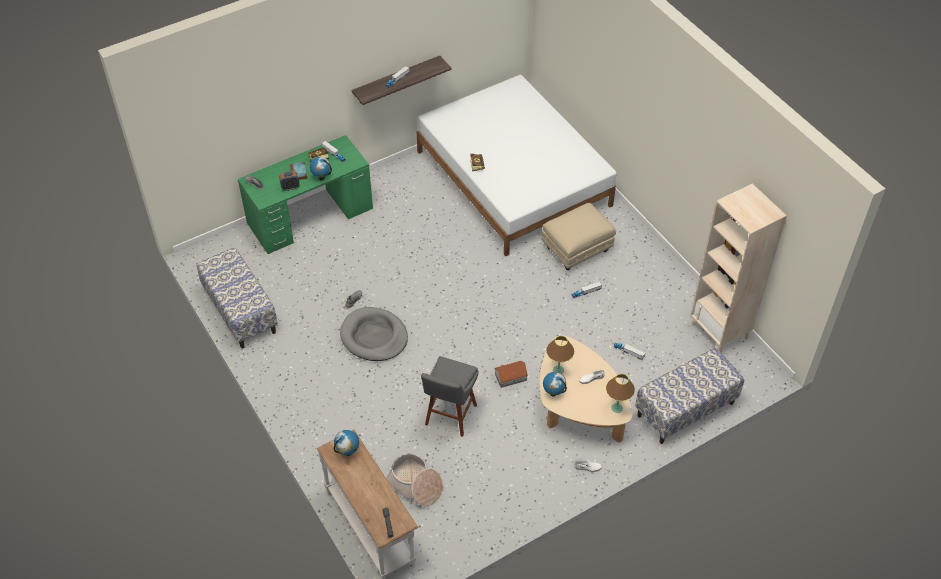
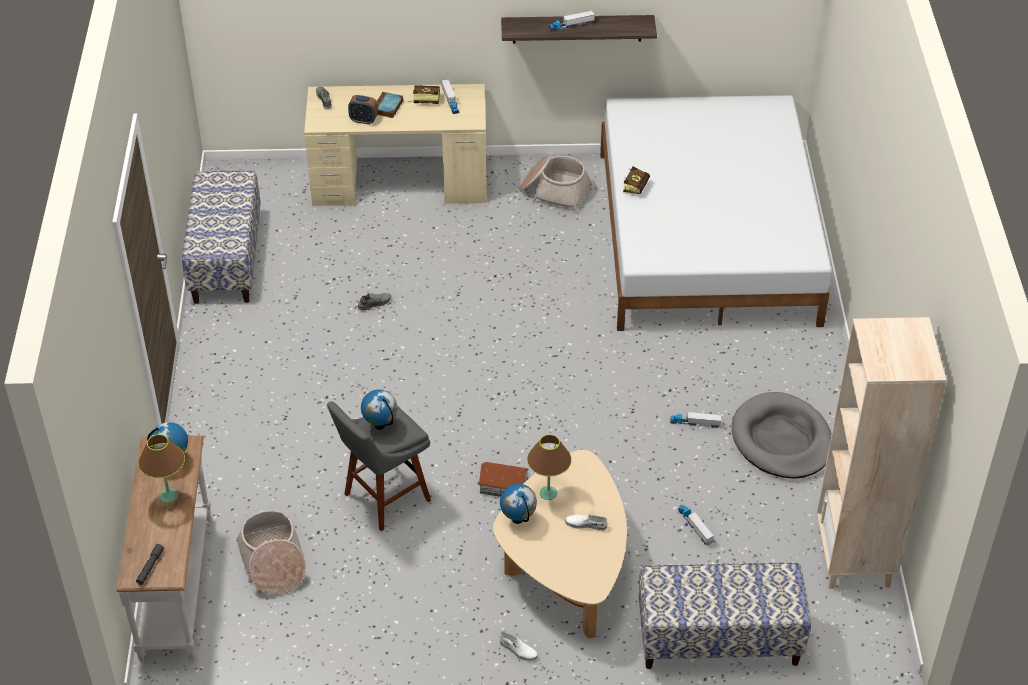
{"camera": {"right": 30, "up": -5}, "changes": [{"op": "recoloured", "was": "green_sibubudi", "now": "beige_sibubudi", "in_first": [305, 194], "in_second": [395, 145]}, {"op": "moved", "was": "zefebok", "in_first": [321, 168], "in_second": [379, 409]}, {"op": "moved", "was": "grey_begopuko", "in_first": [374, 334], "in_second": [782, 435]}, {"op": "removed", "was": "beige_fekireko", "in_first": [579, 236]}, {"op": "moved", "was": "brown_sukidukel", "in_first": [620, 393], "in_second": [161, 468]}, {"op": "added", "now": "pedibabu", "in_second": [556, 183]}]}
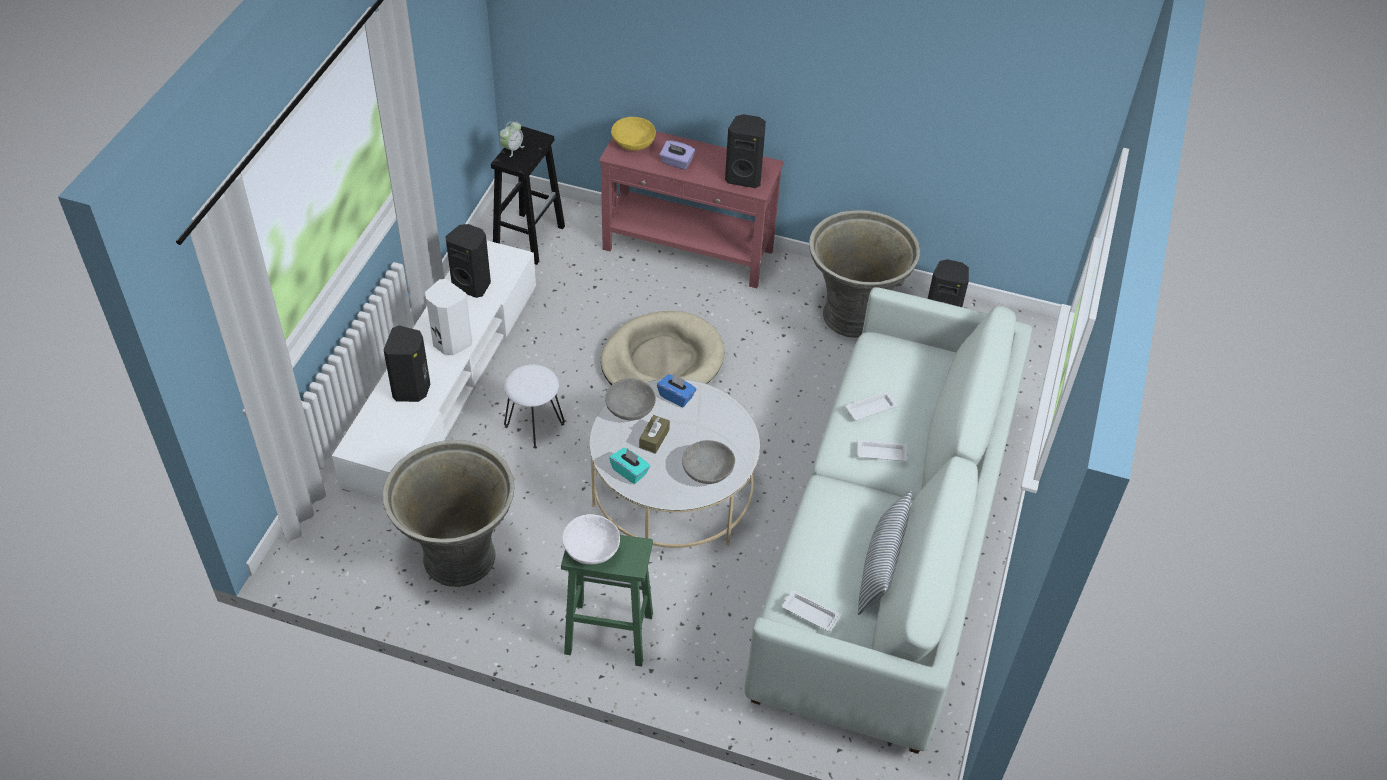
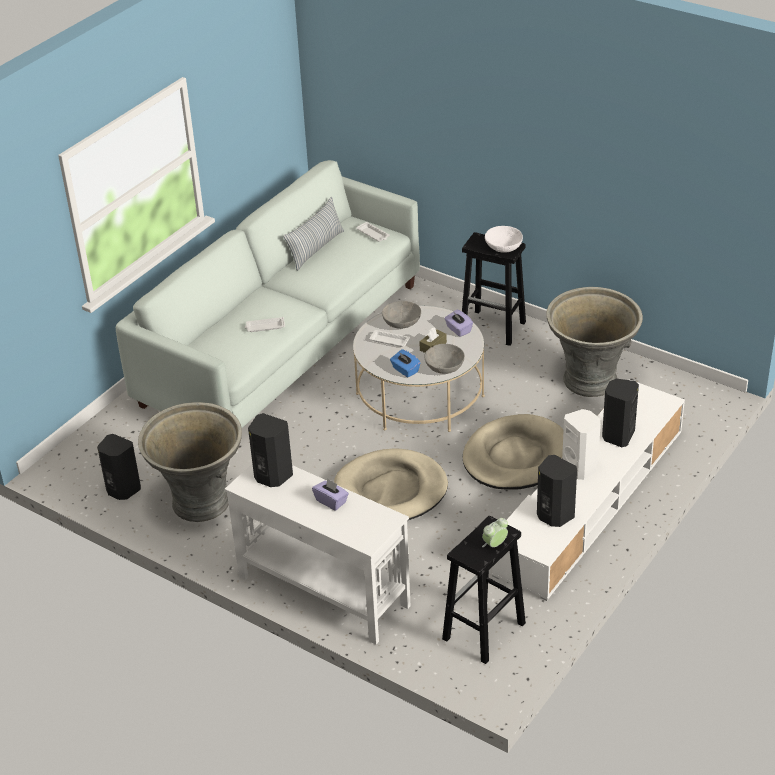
{"camera": {"right": -160, "up": -10}, "changes": [{"op": "replaced", "was": "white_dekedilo", "now": "beige_begopuko", "in_first": [534, 406], "in_second": [513, 452]}, {"op": "recoloured", "was": "green_dekedilo", "now": "black_dekedilo", "in_first": [607, 601], "in_second": [494, 289]}, {"op": "recoloured", "was": "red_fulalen", "now": "white_fulalen", "in_first": [691, 209], "in_second": [318, 554]}, {"op": "recoloured", "was": "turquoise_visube", "now": "purple_visube", "in_first": [629, 466], "in_second": [458, 323]}, {"op": "removed", "was": "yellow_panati", "in_first": [633, 134]}, {"op": "moved", "was": "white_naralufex", "in_first": [883, 450], "in_second": [389, 338]}]}
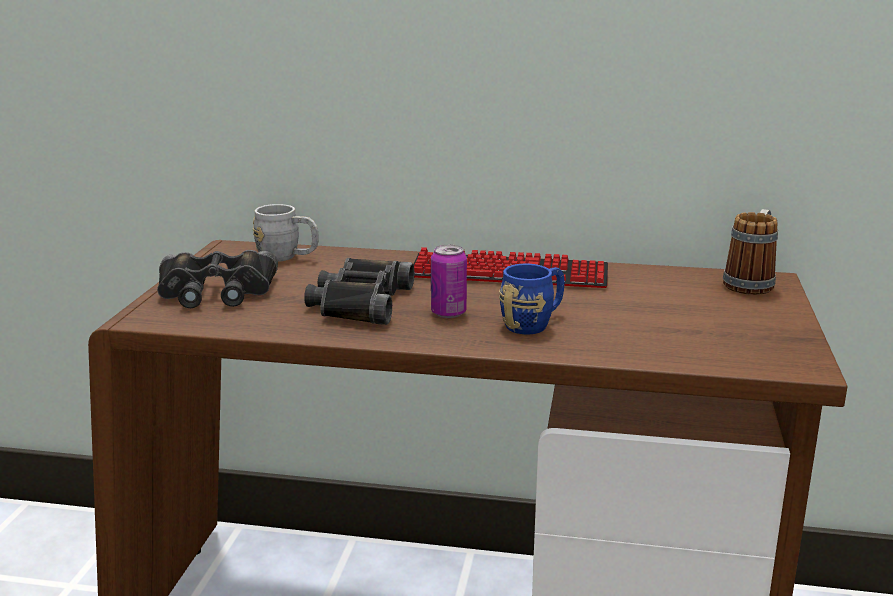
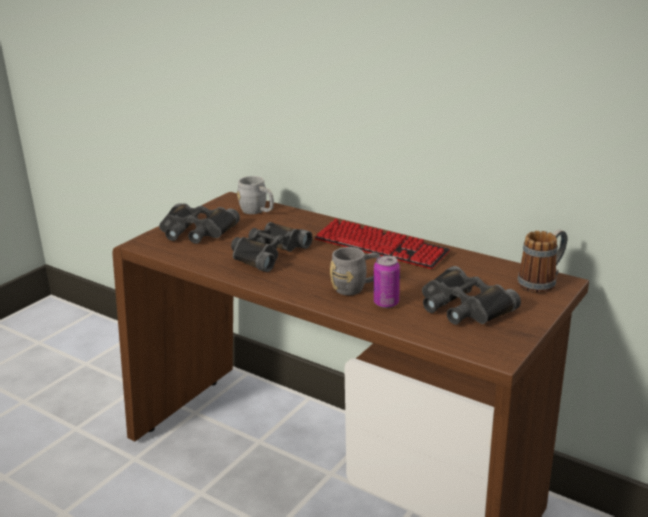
{"camera": {"right": 25, "up": 5}, "changes": [{"op": "moved", "was": "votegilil", "in_first": [449, 281], "in_second": [387, 282]}, {"op": "recoloured", "was": "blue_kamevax", "now": "grey_kamevax", "in_first": [531, 299], "in_second": [355, 271]}, {"op": "added", "now": "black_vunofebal", "in_second": [471, 295]}]}
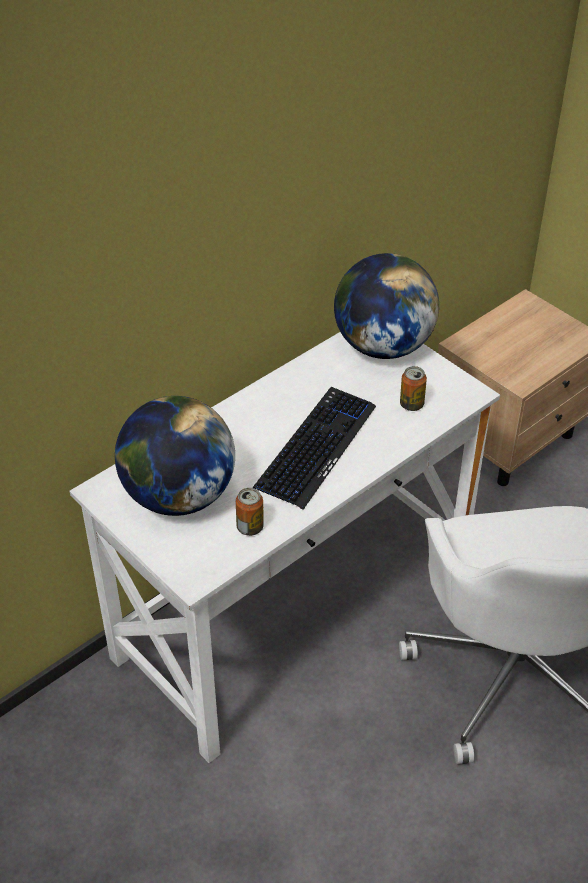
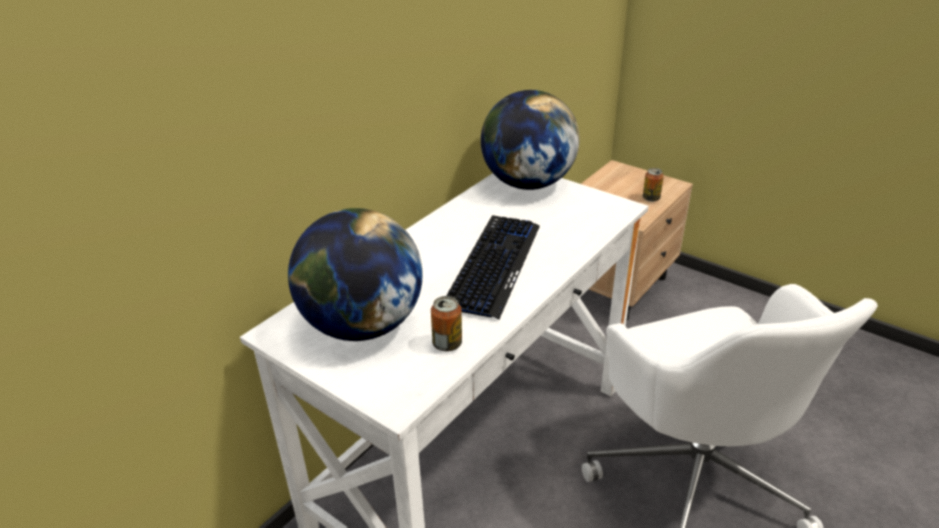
{"camera": {"right": -10, "up": -10}, "changes": [{"op": "moved", "was": "votegilil", "in_first": [413, 388], "in_second": [653, 185]}]}
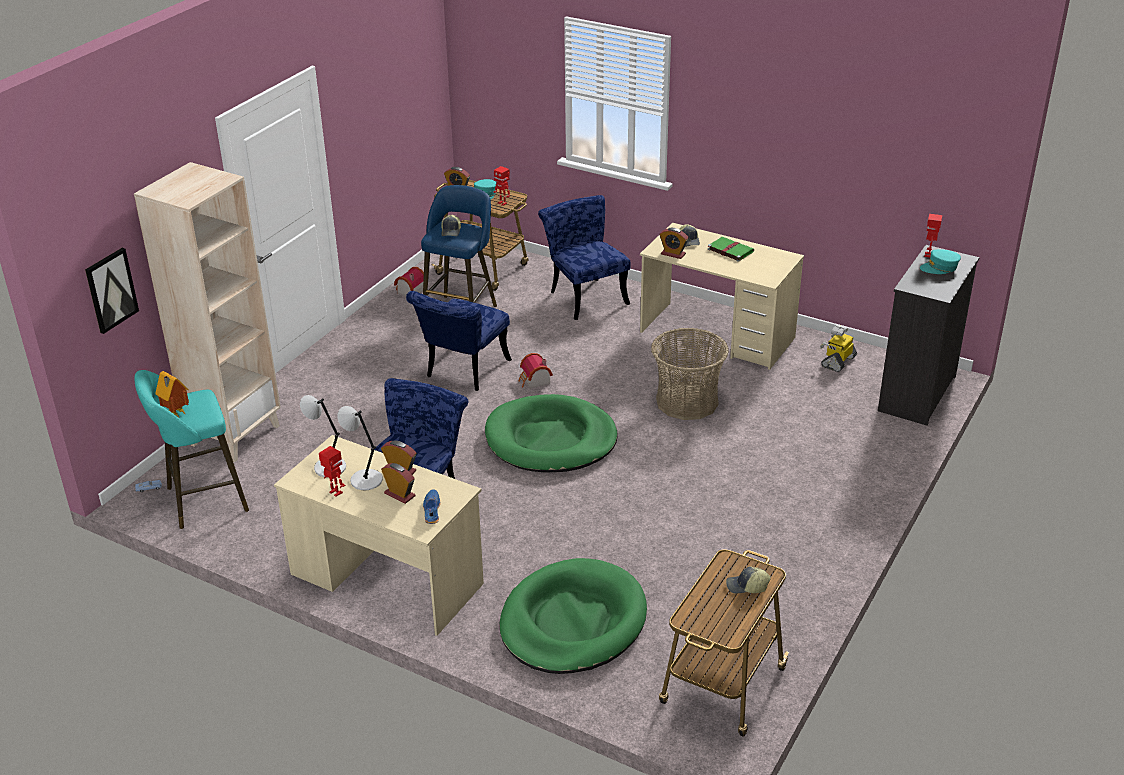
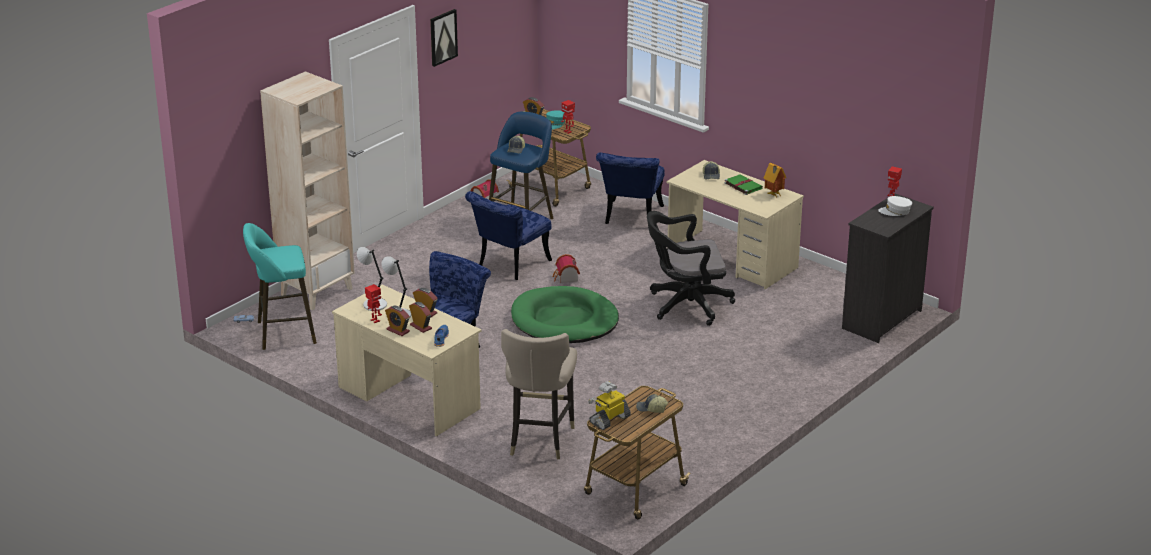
{"camera": {"right": 10, "up": -5}, "changes": [{"op": "moved", "was": "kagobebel", "in_first": [112, 291], "in_second": [444, 38]}, {"op": "moved", "was": "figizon", "in_first": [172, 394], "in_second": [775, 180]}, {"op": "replaced", "was": "green_begopuko", "now": "beige_dekedilo", "in_first": [573, 616], "in_second": [539, 394]}, {"op": "turned", "was": "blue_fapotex", "in_first": [584, 257], "in_second": [630, 190], "clockwise": -150}, {"op": "replaced", "was": "pedibabu", "now": "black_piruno", "in_first": [690, 374], "in_second": [691, 268]}, {"op": "moved", "was": "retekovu", "in_first": [674, 243], "in_second": [397, 321]}, {"op": "moved", "was": "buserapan", "in_first": [838, 348], "in_second": [609, 405]}, {"op": "recoloured", "was": "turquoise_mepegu", "now": "white_mepegu", "in_first": [940, 261], "in_second": [895, 206]}]}
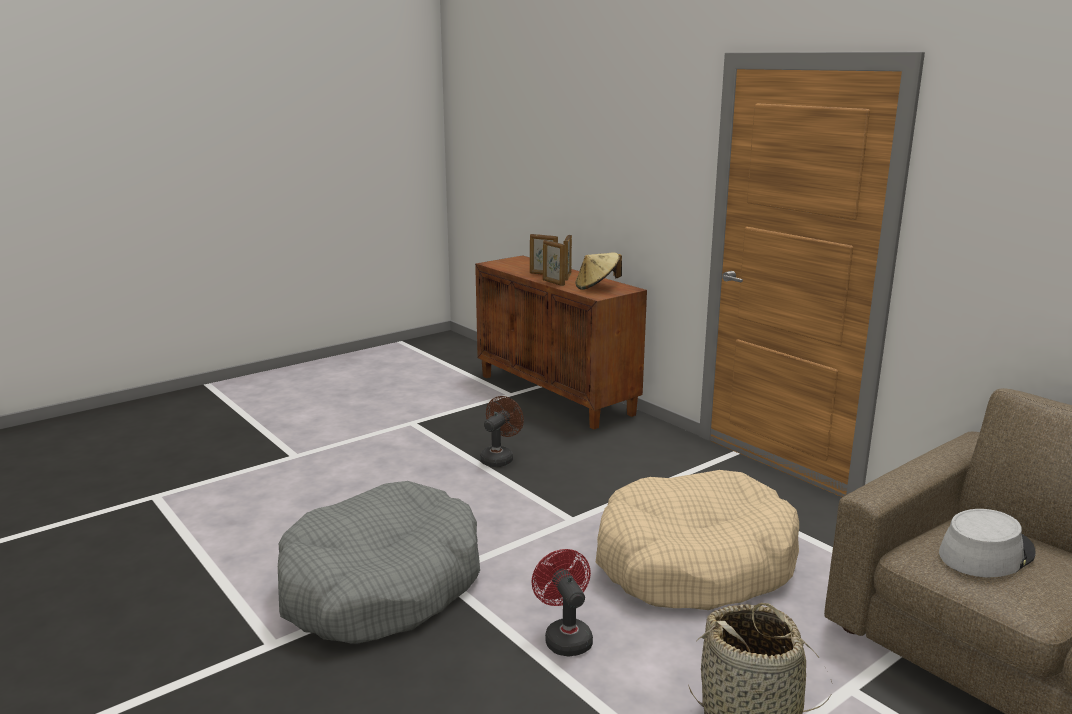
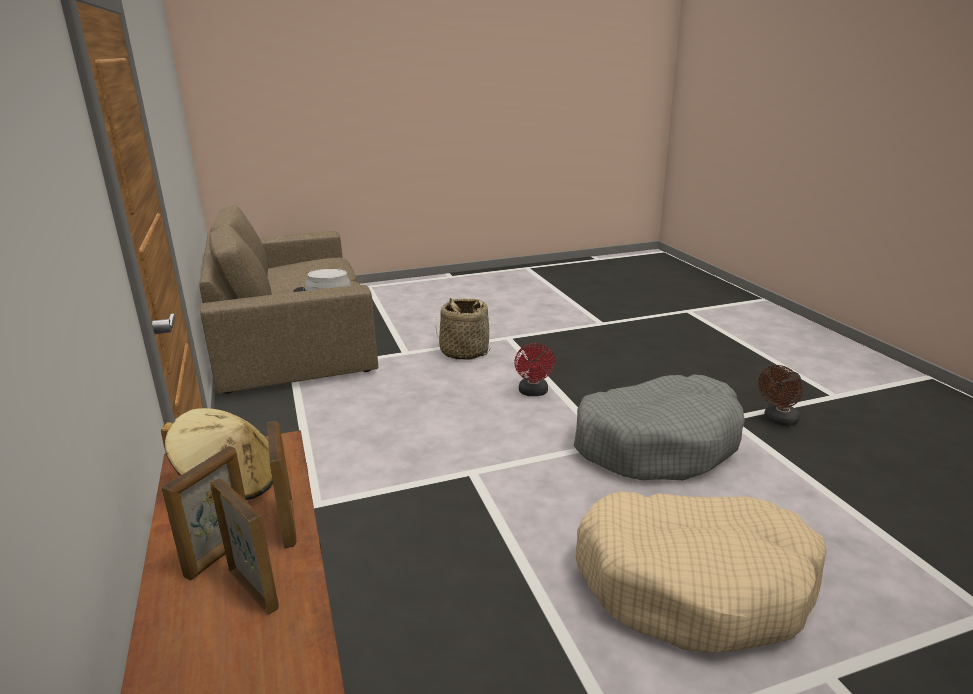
{"camera": {"right": -160, "up": 5}, "changes": [{"op": "moved", "was": "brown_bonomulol", "in_first": [502, 431], "in_second": [780, 395]}, {"op": "moved", "was": "beige_begopuko", "in_first": [697, 540], "in_second": [701, 572]}]}
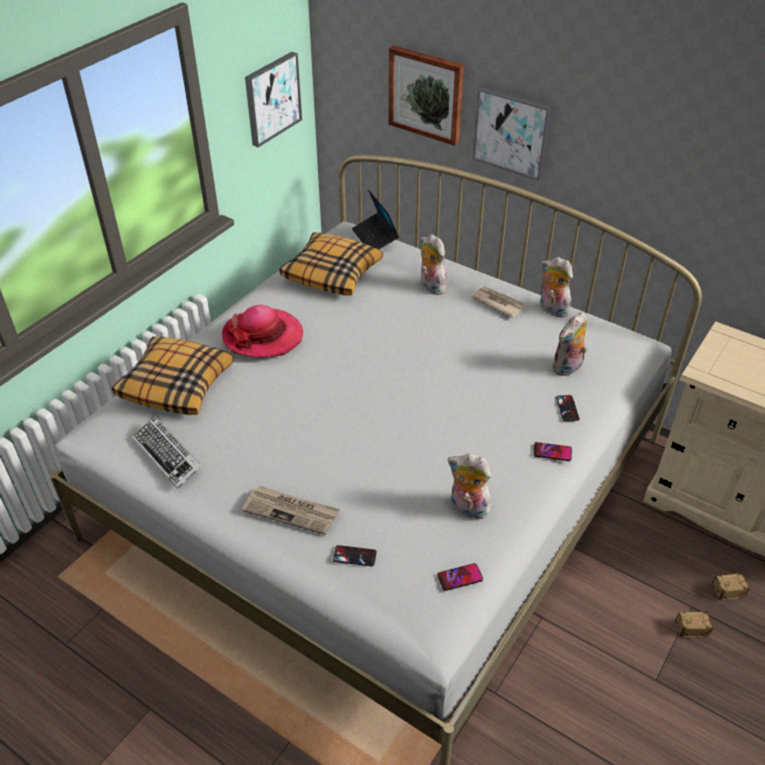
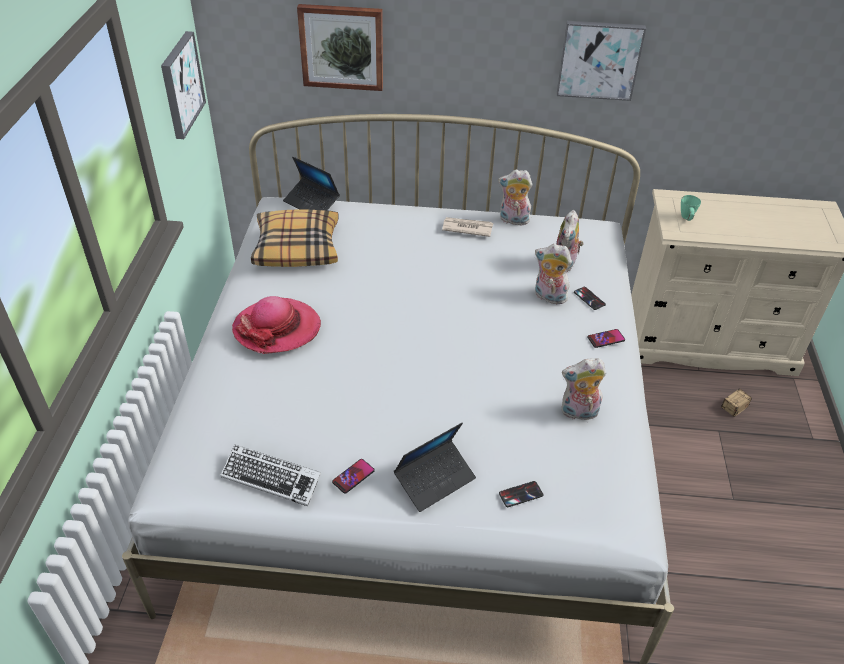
{"camera": {"right": -30, "up": 0}, "changes": [{"op": "removed", "was": "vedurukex", "in_first": [173, 375]}, {"op": "replaced", "was": "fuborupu", "now": "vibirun", "in_first": [291, 510], "in_second": [435, 467]}, {"op": "moved", "was": "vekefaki", "in_first": [435, 264], "in_second": [553, 274]}, {"op": "moved", "was": "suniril", "in_first": [460, 577], "in_second": [353, 476]}, {"op": "moved", "was": "kagobebel", "in_first": [512, 133], "in_second": [601, 61]}, {"op": "removed", "was": "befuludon", "in_first": [682, 622]}, {"op": "added", "now": "green_kamevax", "in_second": [691, 208]}]}
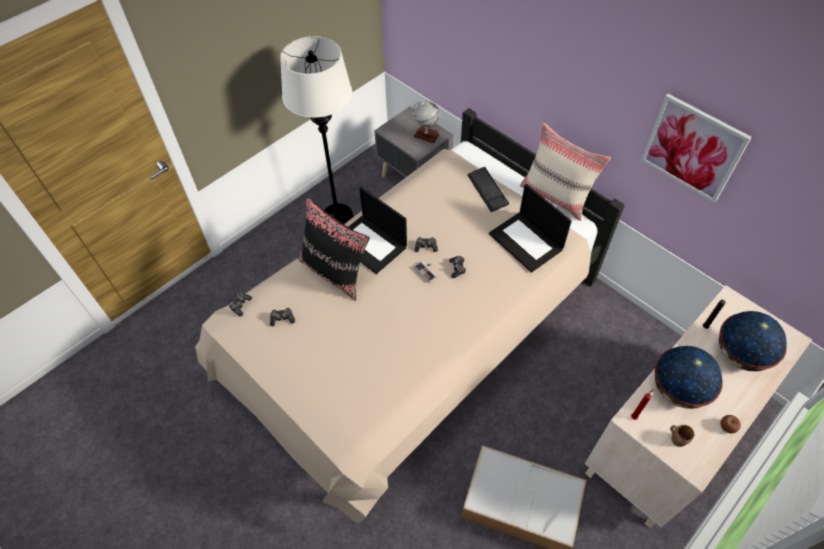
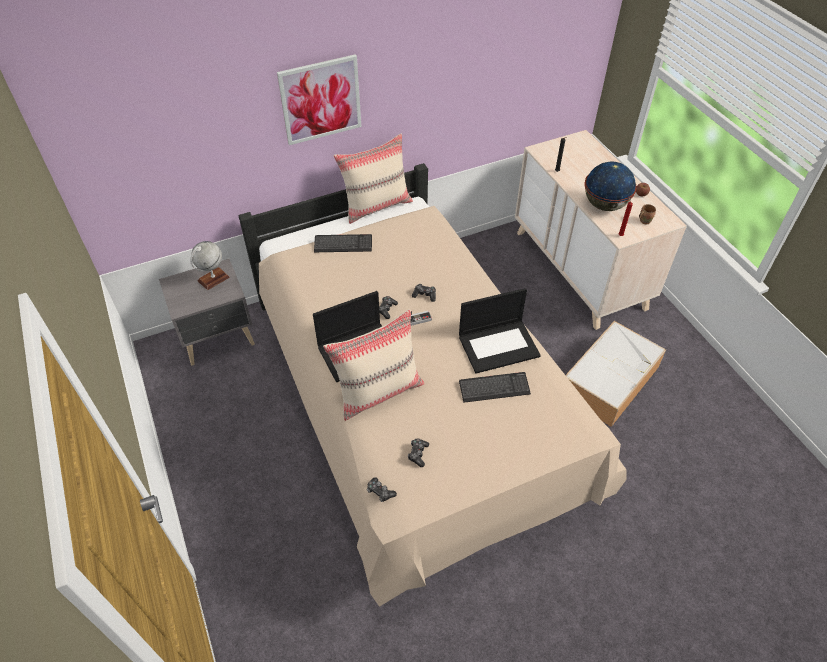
{"camera": {"right": -70, "up": -5}, "changes": [{"op": "removed", "was": "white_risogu", "in_first": [316, 130]}, {"op": "recoloured", "was": "black_vedurukex", "now": "beige_vedurukex", "in_first": [334, 249], "in_second": [374, 365]}, {"op": "moved", "was": "vibirun", "in_first": [530, 228], "in_second": [500, 330]}, {"op": "moved", "was": "kagobebel", "in_first": [696, 148], "in_second": [319, 99]}, {"op": "removed", "was": "zefebok", "in_first": [753, 341]}, {"op": "added", "now": "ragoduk", "in_second": [495, 387]}]}
